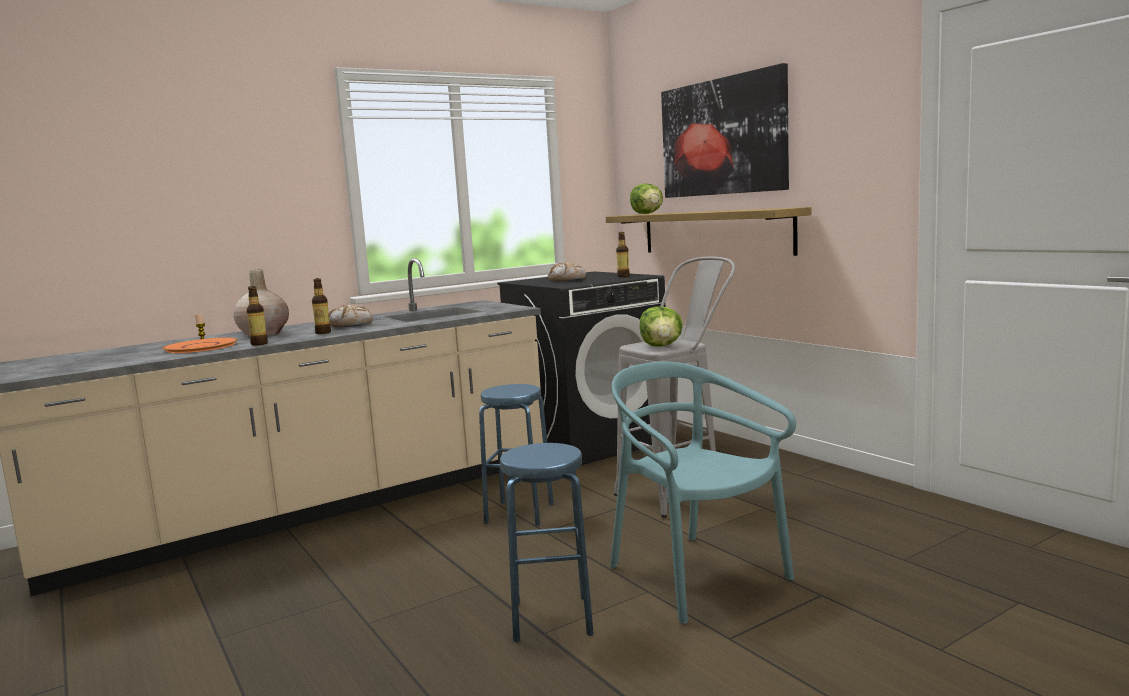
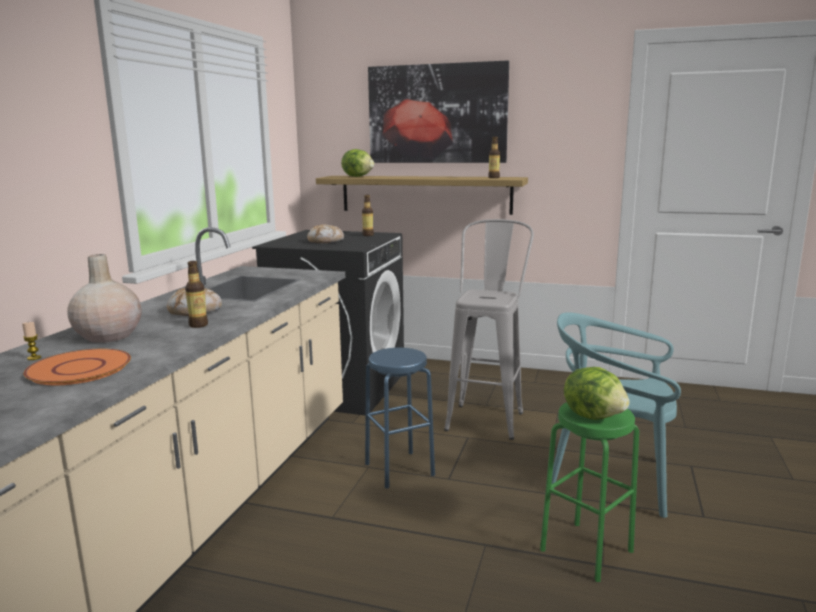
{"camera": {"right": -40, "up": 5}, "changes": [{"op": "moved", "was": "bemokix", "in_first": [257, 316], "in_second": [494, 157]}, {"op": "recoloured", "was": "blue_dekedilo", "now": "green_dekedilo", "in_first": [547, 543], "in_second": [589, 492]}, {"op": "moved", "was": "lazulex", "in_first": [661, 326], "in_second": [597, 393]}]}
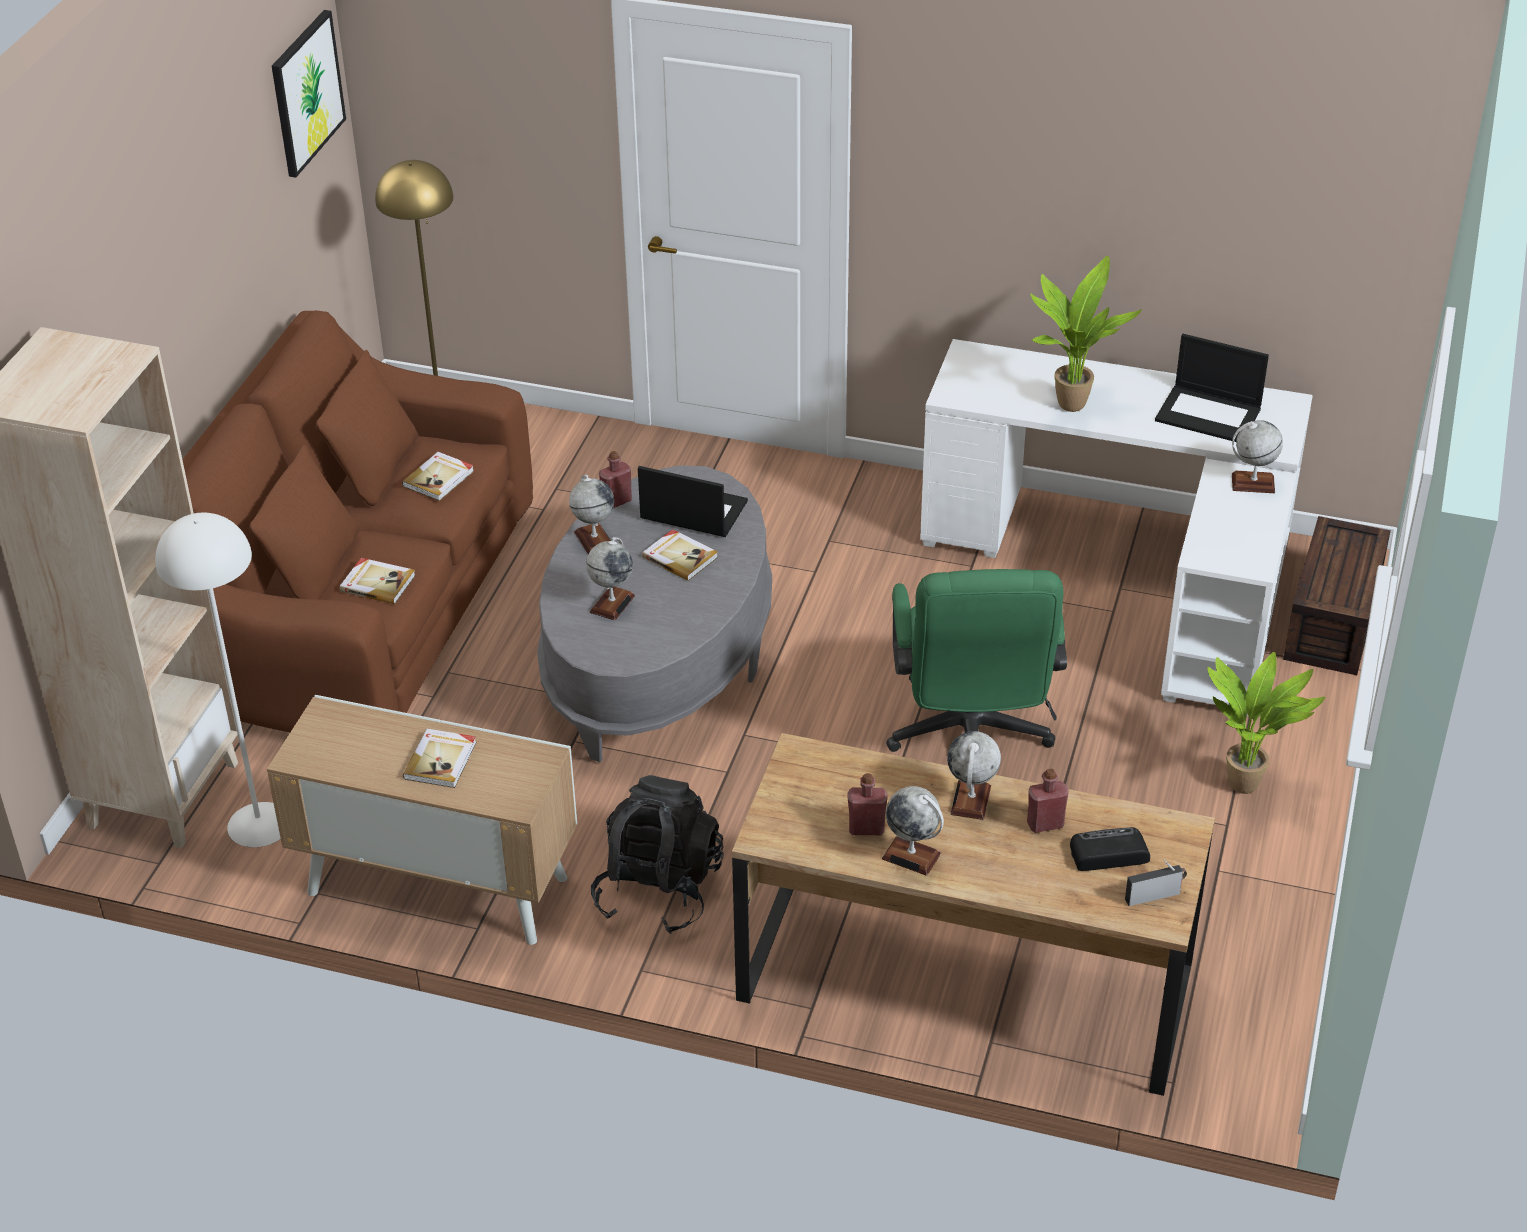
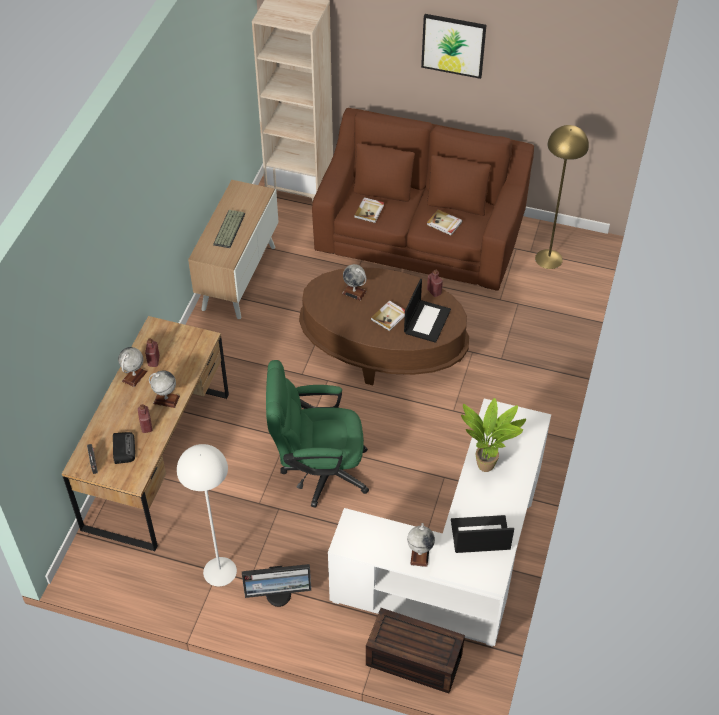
{"camera": {"right": 90, "up": 10}, "changes": [{"op": "moved", "was": "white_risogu", "in_first": [218, 680], "in_second": [207, 515]}, {"op": "moved", "was": "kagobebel", "in_first": [309, 94], "in_second": [453, 46]}, {"op": "replaced", "was": "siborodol", "now": "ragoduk", "in_first": [440, 758], "in_second": [229, 229]}, {"op": "recoloured", "was": "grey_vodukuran", "now": "brown_vodukuran", "in_first": [654, 613], "in_second": [384, 326]}, {"op": "removed", "was": "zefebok", "in_first": [591, 514]}, {"op": "removed", "was": "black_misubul", "in_first": [657, 854]}, {"op": "turned", "was": "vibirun", "in_first": [1212, 388], "in_second": [482, 534], "clockwise": 60}, {"op": "replaced", "was": "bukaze", "now": "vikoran", "in_first": [1266, 723], "in_second": [276, 585]}]}
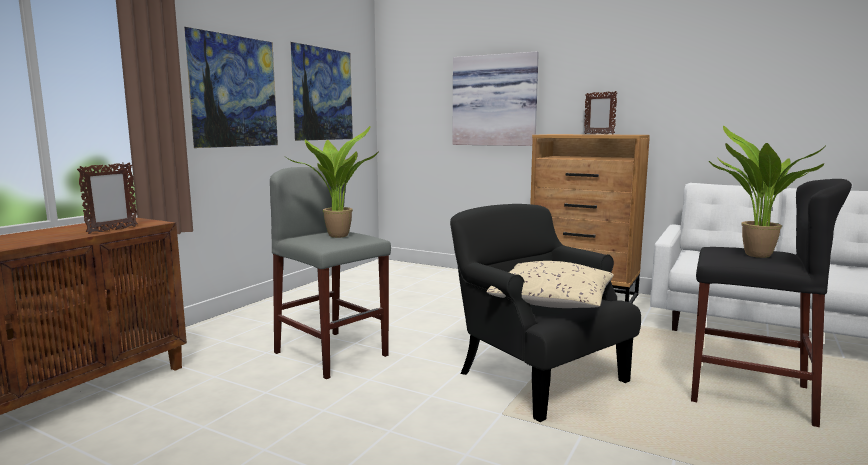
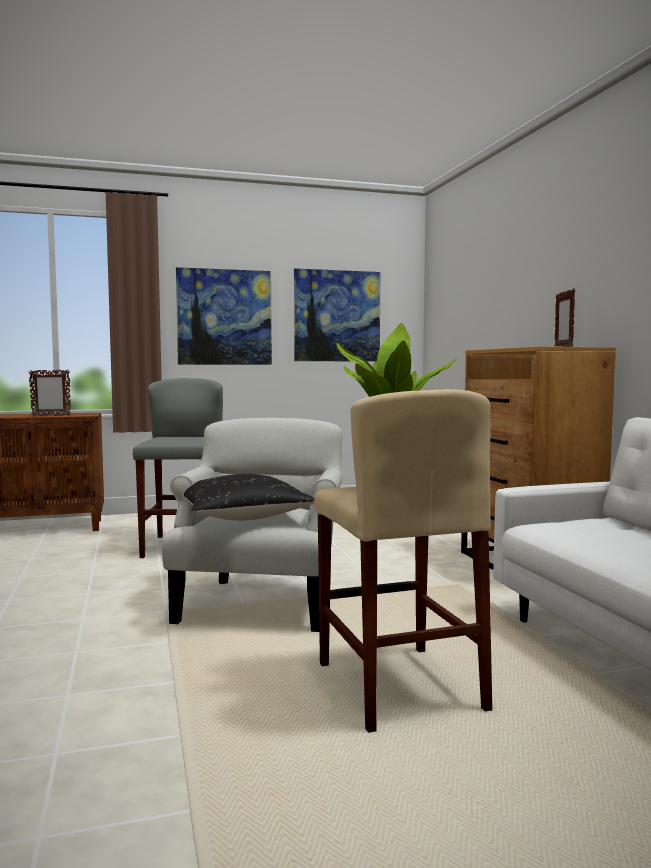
{"camera": {"right": 45, "up": -5}, "changes": [{"op": "removed", "was": "bukaze", "in_first": [333, 182]}, {"op": "recoloured", "was": "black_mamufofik", "now": "white_mamufofik", "in_first": [545, 313], "in_second": [252, 525]}, {"op": "removed", "was": "kagobebel", "in_first": [495, 98]}, {"op": "recoloured", "was": "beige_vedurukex", "now": "black_vedurukex", "in_first": [550, 284], "in_second": [249, 497]}, {"op": "recoloured", "was": "black_dekedilo", "now": "beige_dekedilo", "in_first": [771, 303], "in_second": [403, 561]}]}
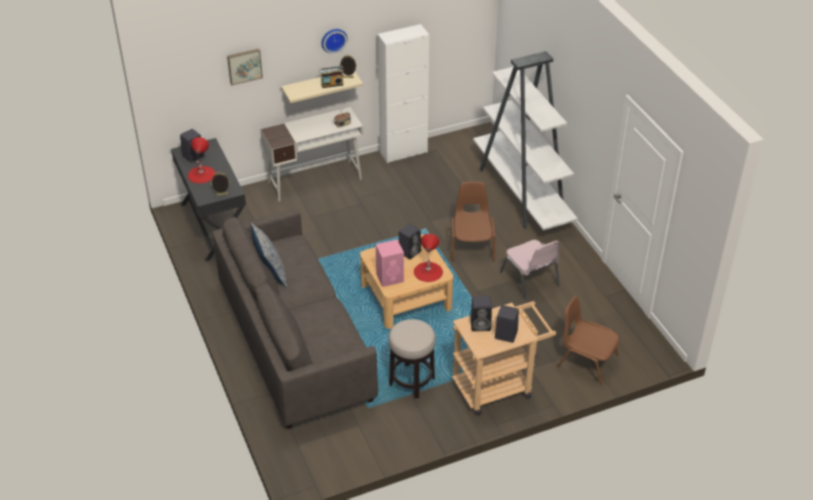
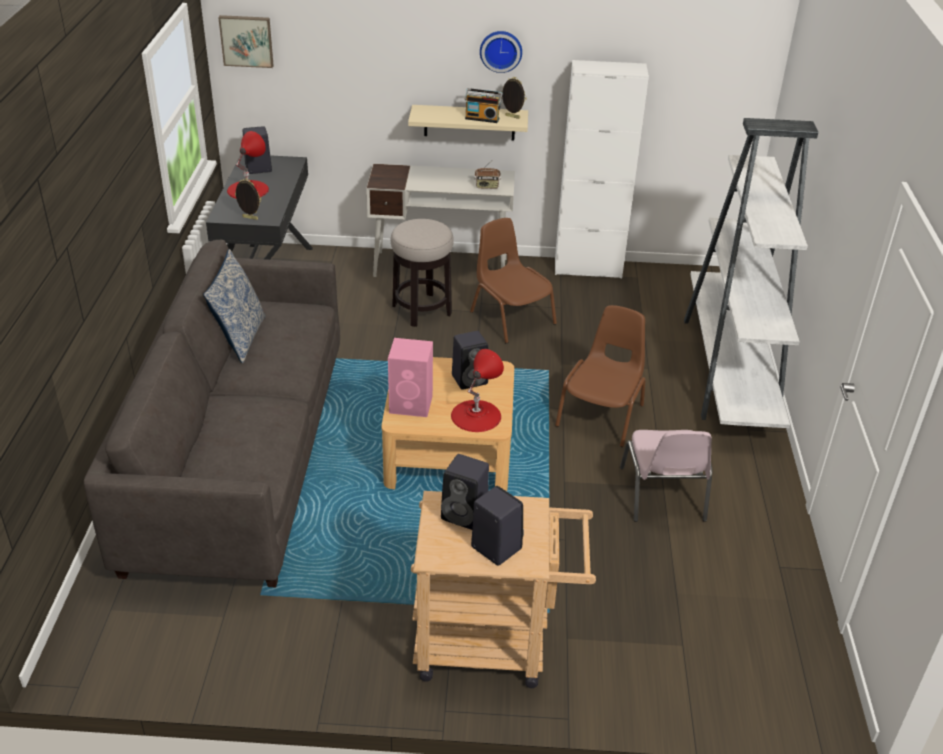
{"camera": {"right": 25, "up": -5}, "changes": [{"op": "moved", "was": "kagobebel", "in_first": [245, 67], "in_second": [246, 41]}, {"op": "moved", "was": "dekedilo", "in_first": [412, 359], "in_second": [422, 273]}, {"op": "moved", "was": "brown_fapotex", "in_first": [588, 340], "in_second": [513, 280]}]}
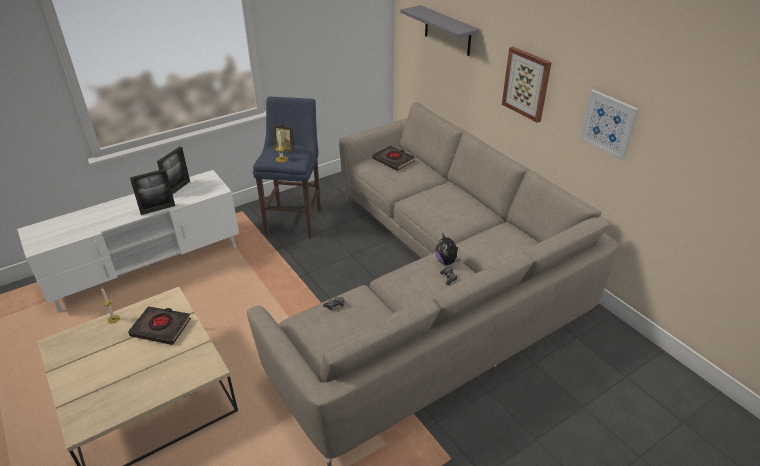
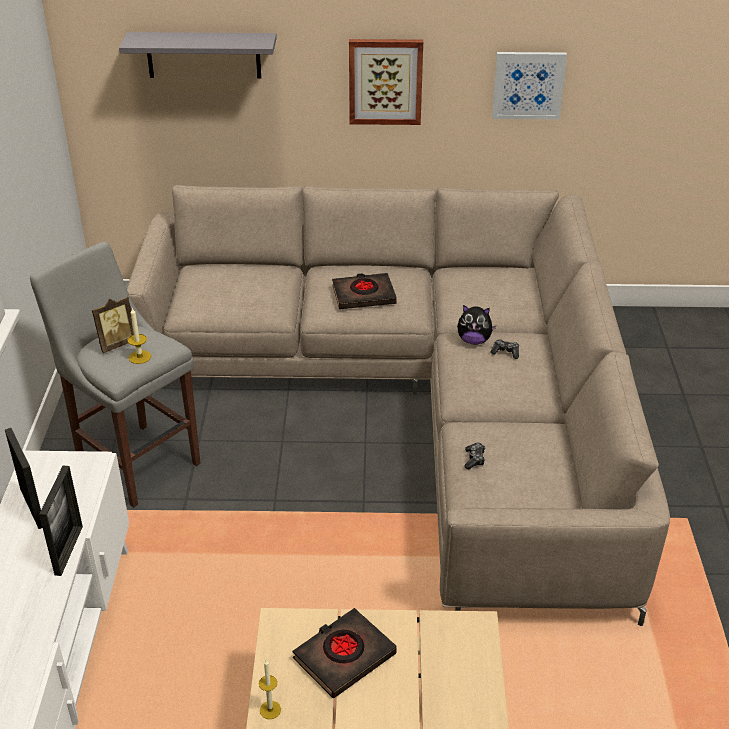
{"camera": {"right": -55, "up": 0}, "changes": [{"op": "recoloured", "was": "blue_dekedilo", "now": "grey_dekedilo", "in_first": [287, 167], "in_second": [115, 375]}, {"op": "moved", "was": "black_siborodol", "in_first": [394, 158], "in_second": [364, 291]}]}
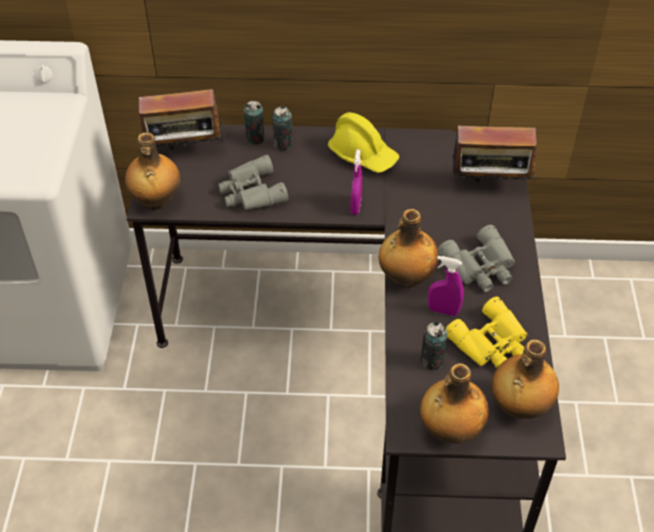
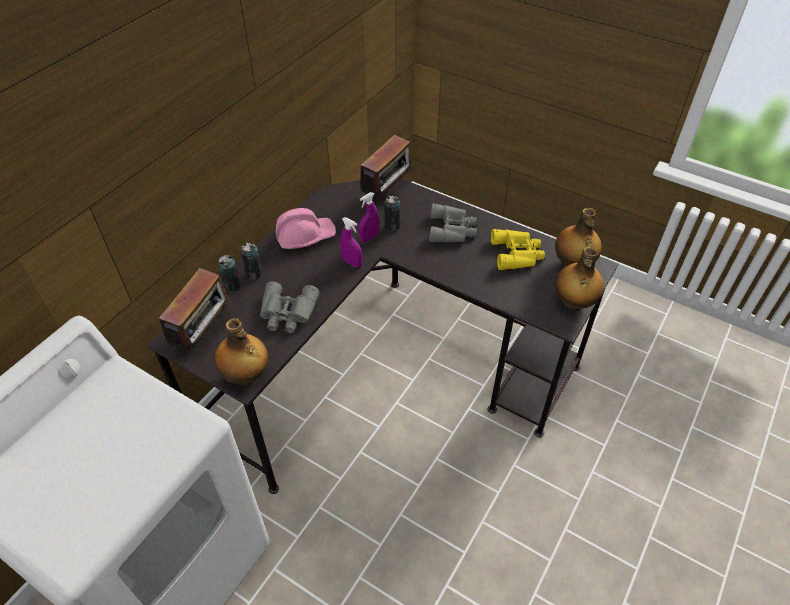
{"camera": {"right": -60, "up": 0}, "changes": [{"op": "recoloured", "was": "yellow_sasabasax", "now": "pink_sasabasax", "in_first": [363, 142], "in_second": [305, 229]}, {"op": "removed", "was": "bemokix", "in_first": [409, 248]}, {"op": "moved", "was": "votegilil", "in_first": [434, 346], "in_second": [392, 213]}, {"op": "moved", "was": "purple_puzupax", "in_first": [446, 286], "in_second": [369, 217]}]}
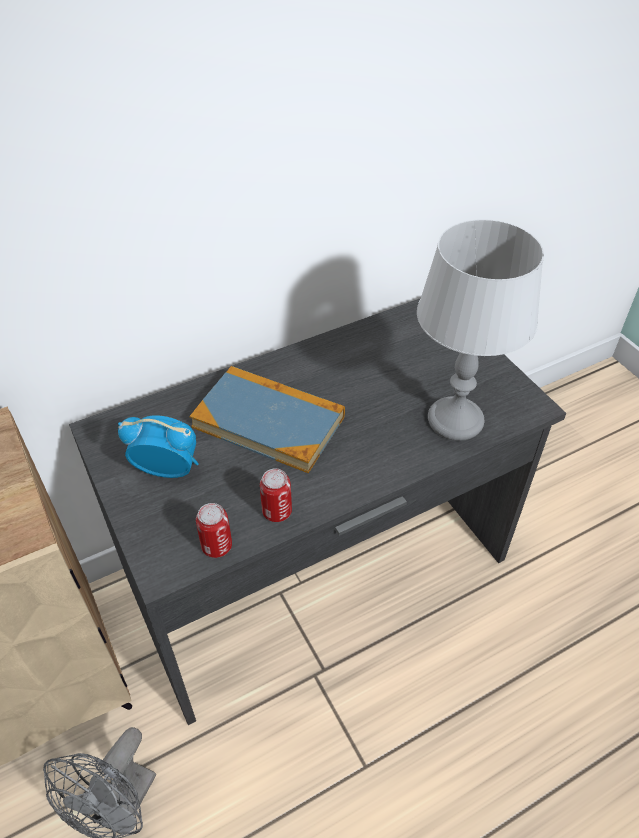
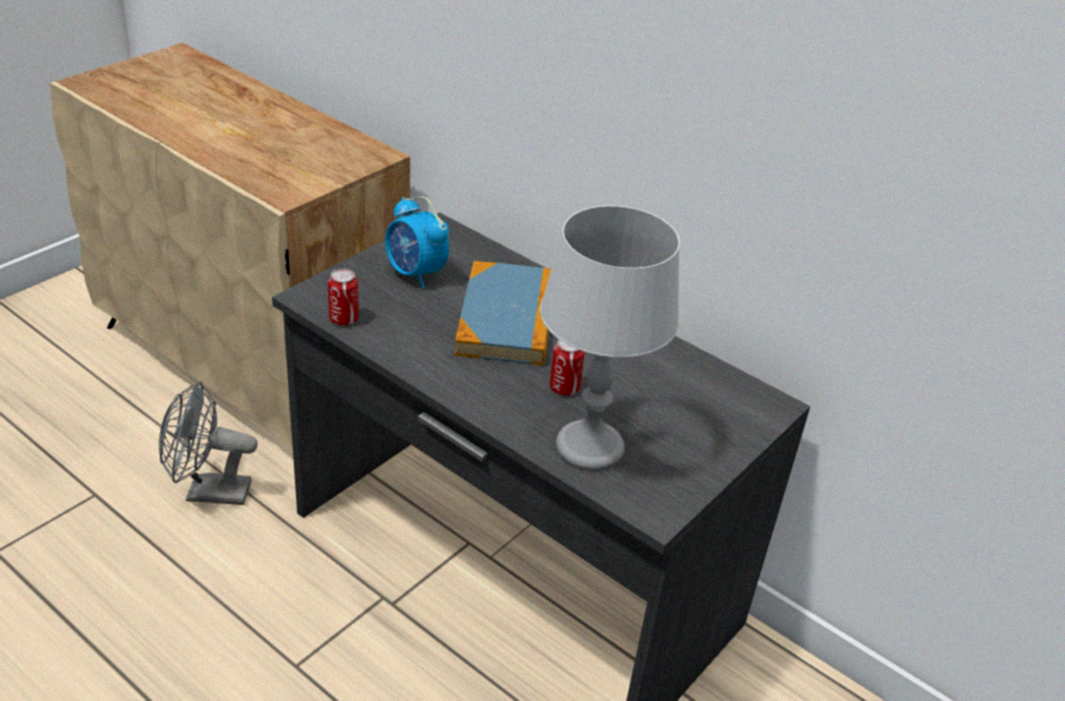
{"camera": {"right": 65, "up": -10}, "changes": [{"op": "turned", "was": "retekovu", "in_first": [158, 446], "in_second": [417, 242], "clockwise": 150}, {"op": "moved", "was": "votegilil", "in_first": [276, 495], "in_second": [567, 367]}]}
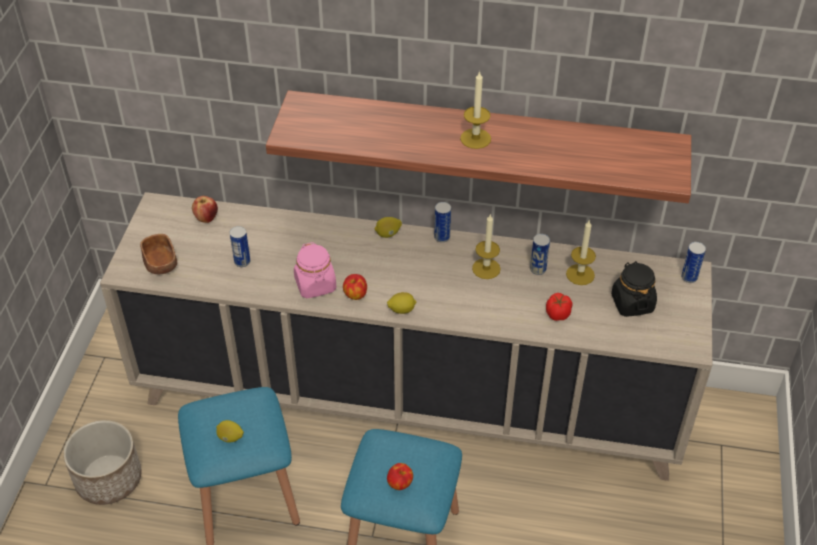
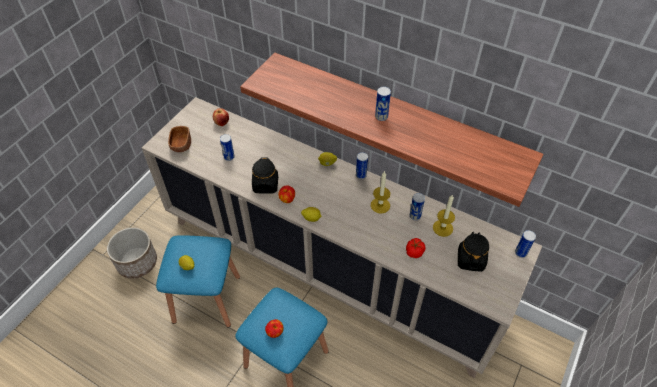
{"camera": {"right": 20, "up": 5}, "changes": [{"op": "recoloured", "was": "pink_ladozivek", "now": "black_ladozivek", "in_first": [315, 270], "in_second": [265, 175]}, {"op": "replaced", "was": "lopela", "now": "votegilil", "in_first": [475, 110], "in_second": [383, 104]}]}
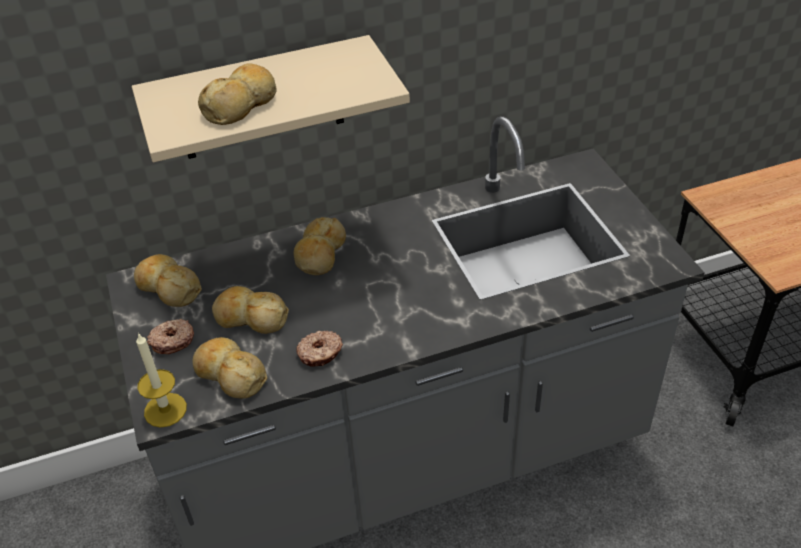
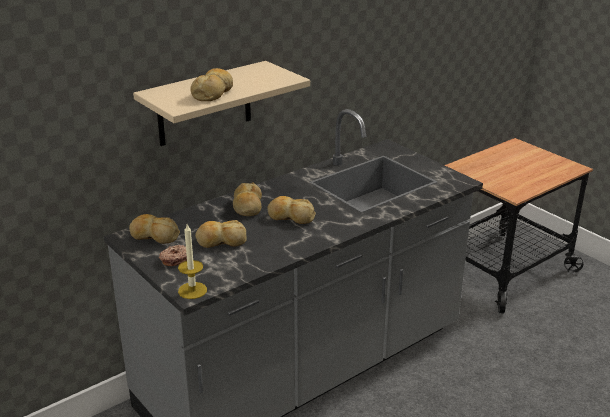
{"camera": {"right": -20, "up": -15}, "changes": [{"op": "moved", "was": "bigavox", "in_first": [230, 368], "in_second": [291, 210]}, {"op": "removed", "was": "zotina", "in_first": [319, 348]}]}
